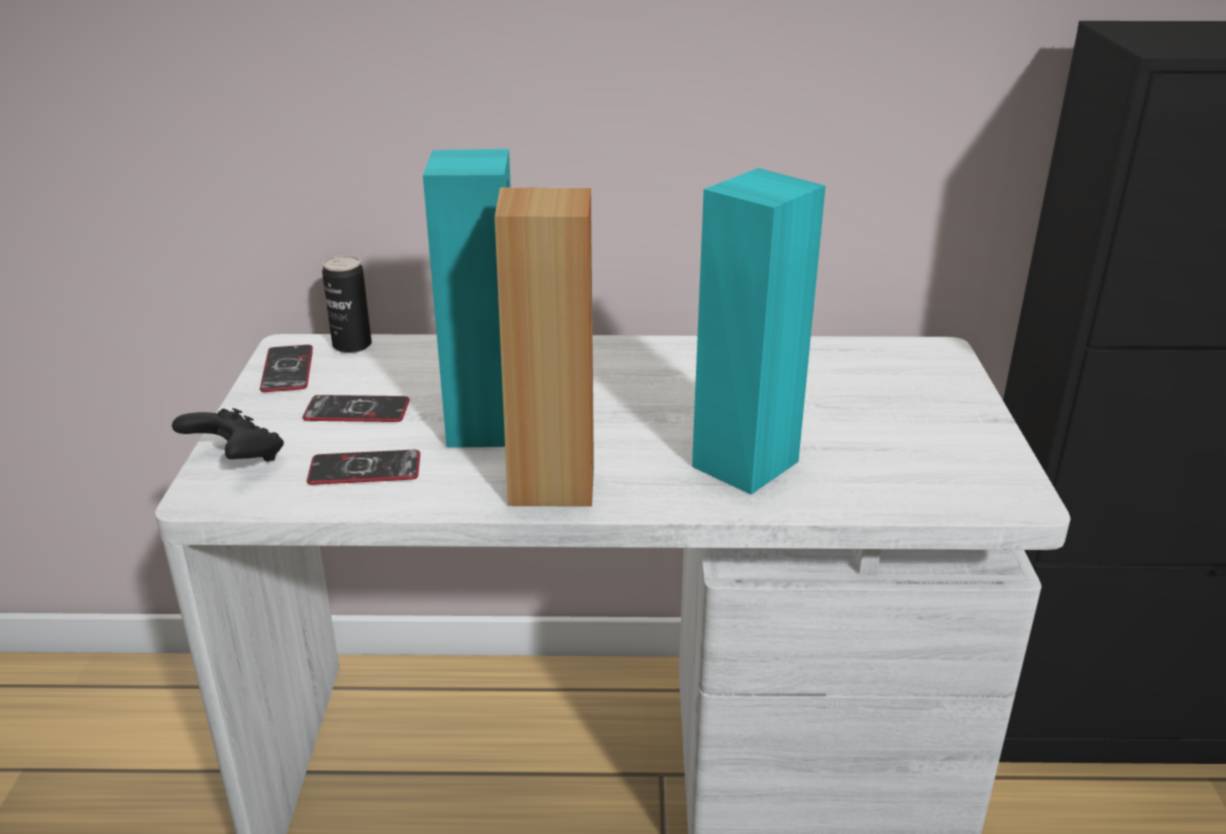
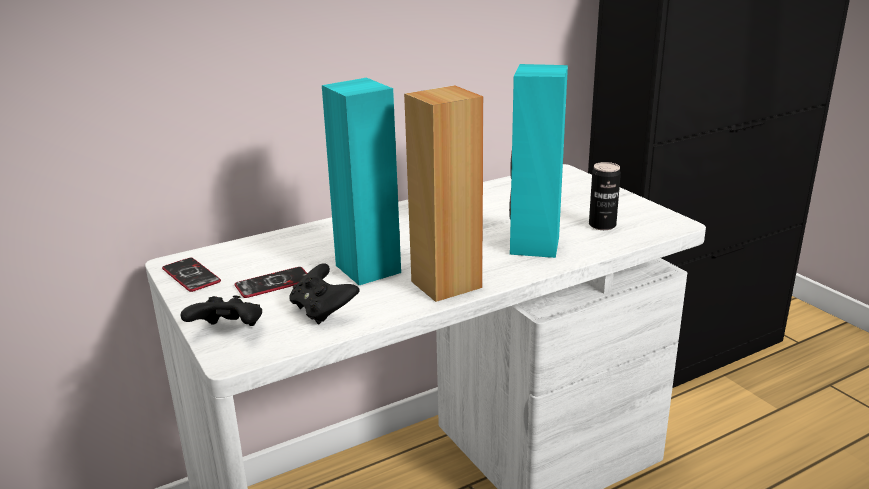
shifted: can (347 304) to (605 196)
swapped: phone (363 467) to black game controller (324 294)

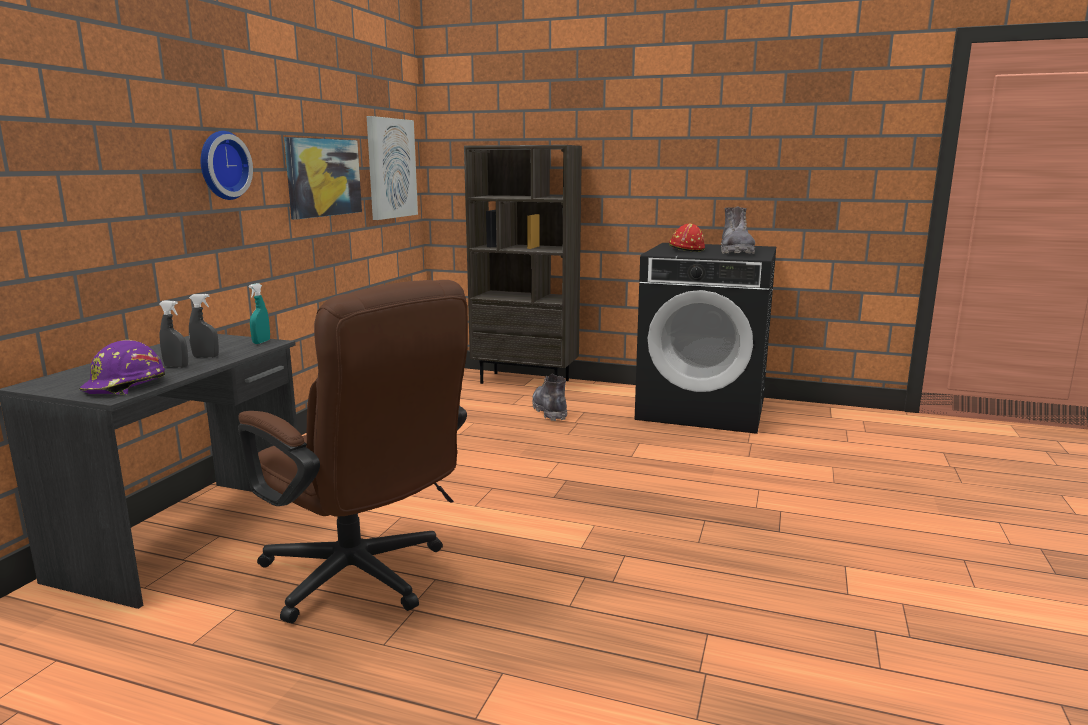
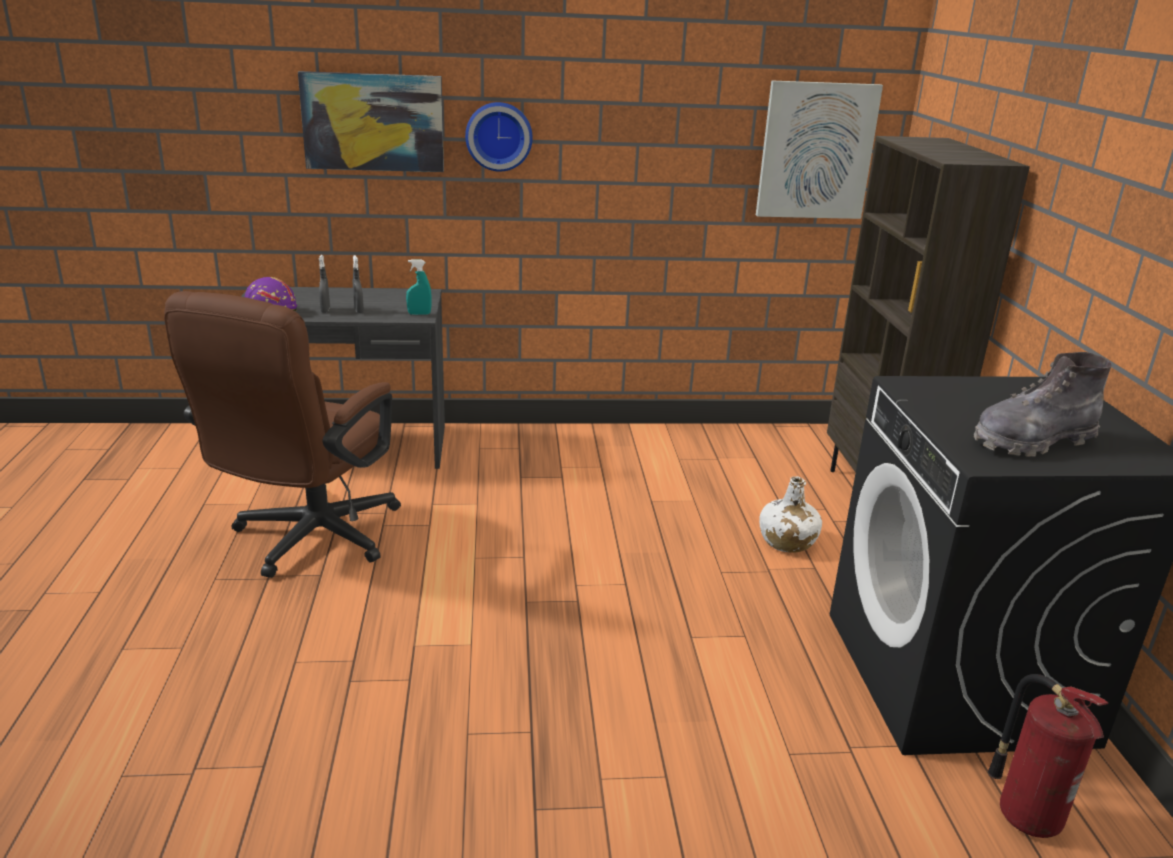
gone: red hard hat (687 238)
new: fire extinguisher (1048 756)
shifted: picture (323 178) to (371 121)
swapped: grey boot (549 397) to white bottle (790 514)

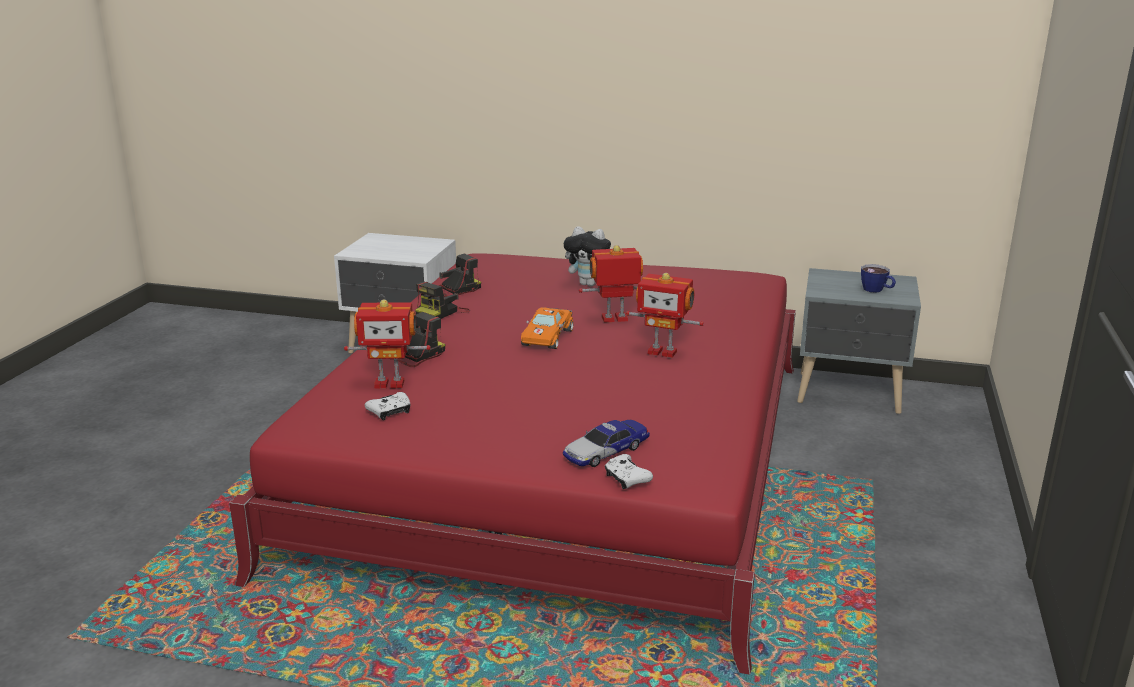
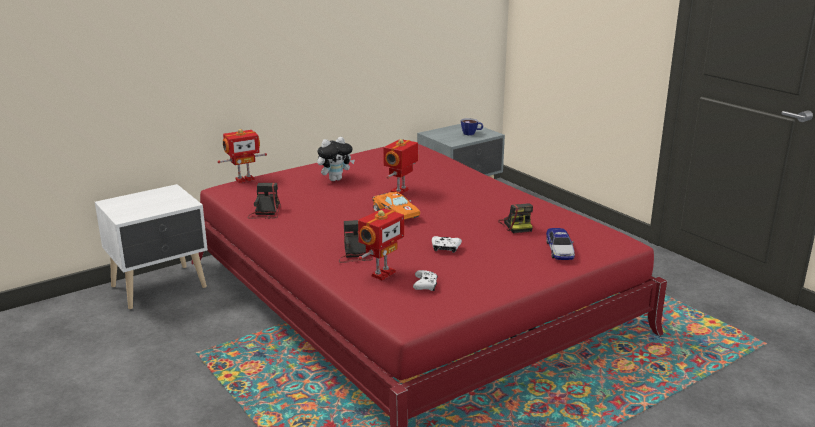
shifted: toy robot (665 315) to (242 156); white game controller (629 471) to (447 244); photo camera (442 300) to (515 218)

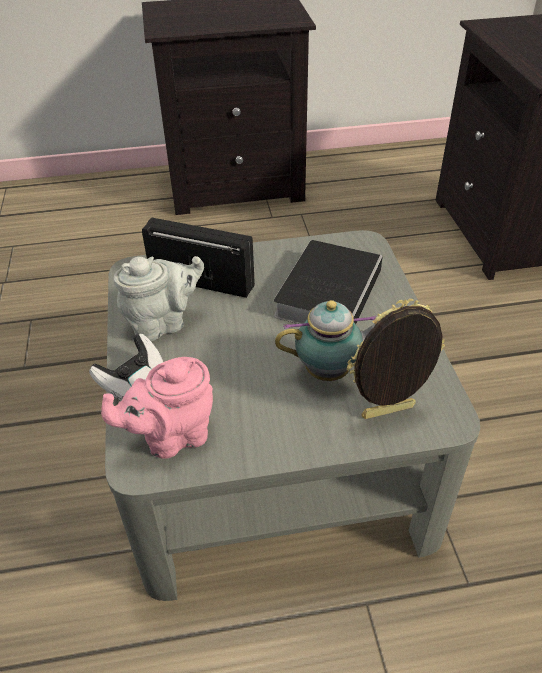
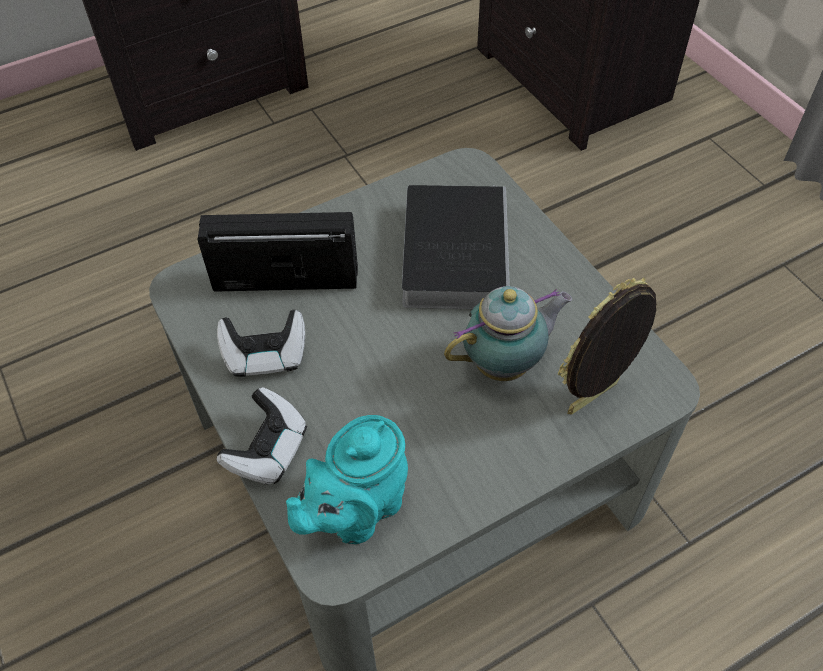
swapped: grey teapot (158 298) to game controller (261 343)
repainted: pink teapot (157 407) to turquoise teapot (347 479)

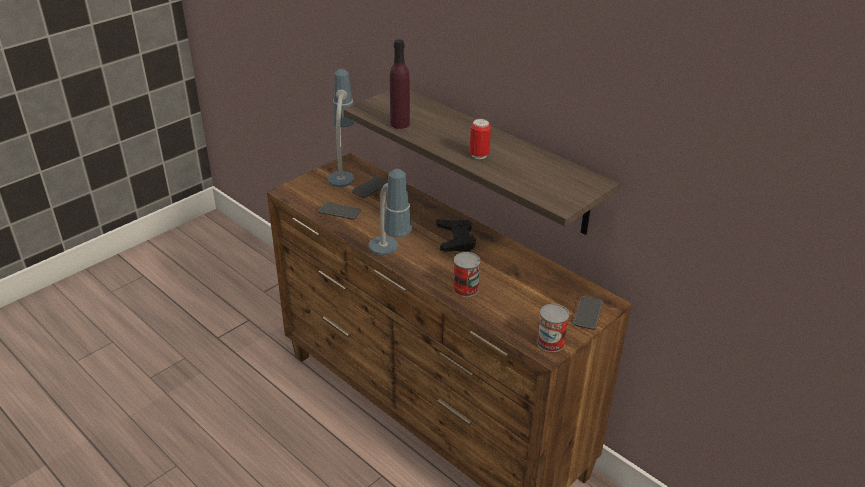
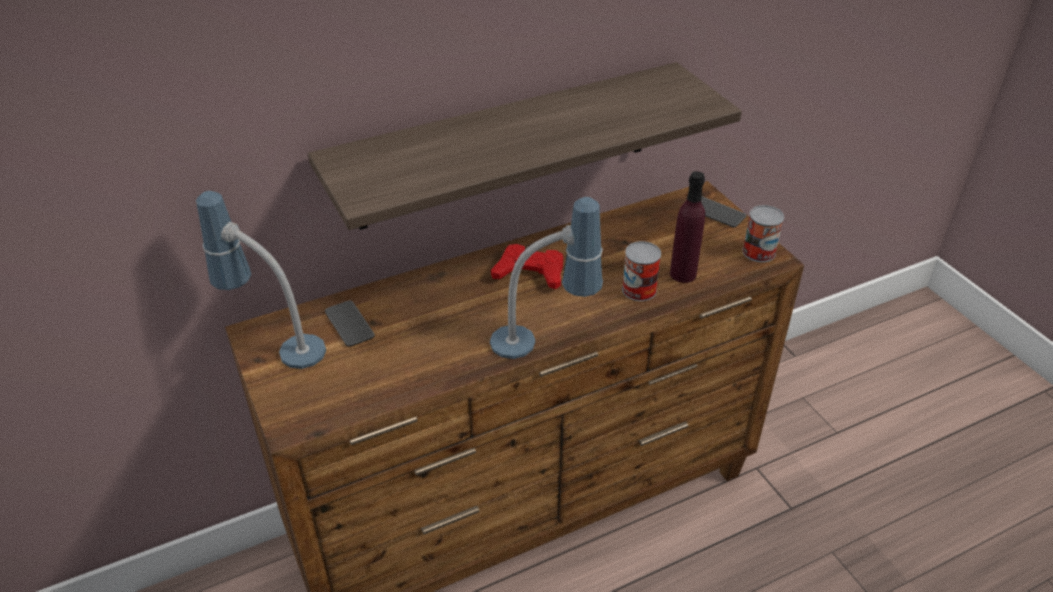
gone: phone (339 211); can (480 139)
shifted: purple bottle (400 84) to (687 227)
repainted: black game controller (456 235) to red game controller (527 266)

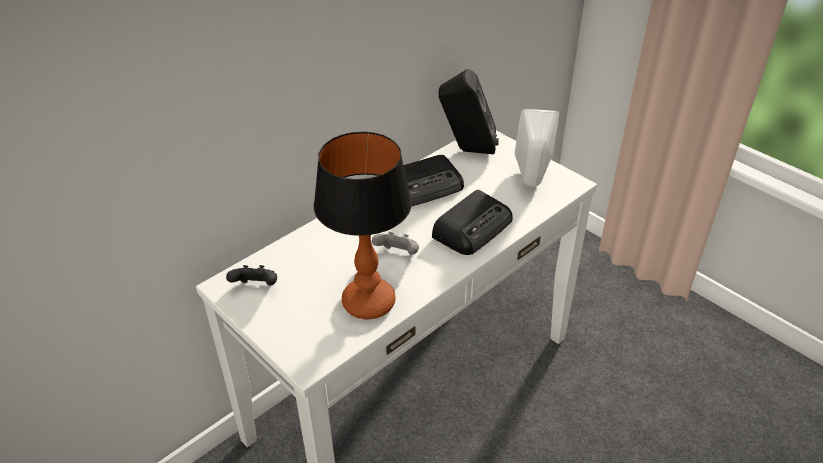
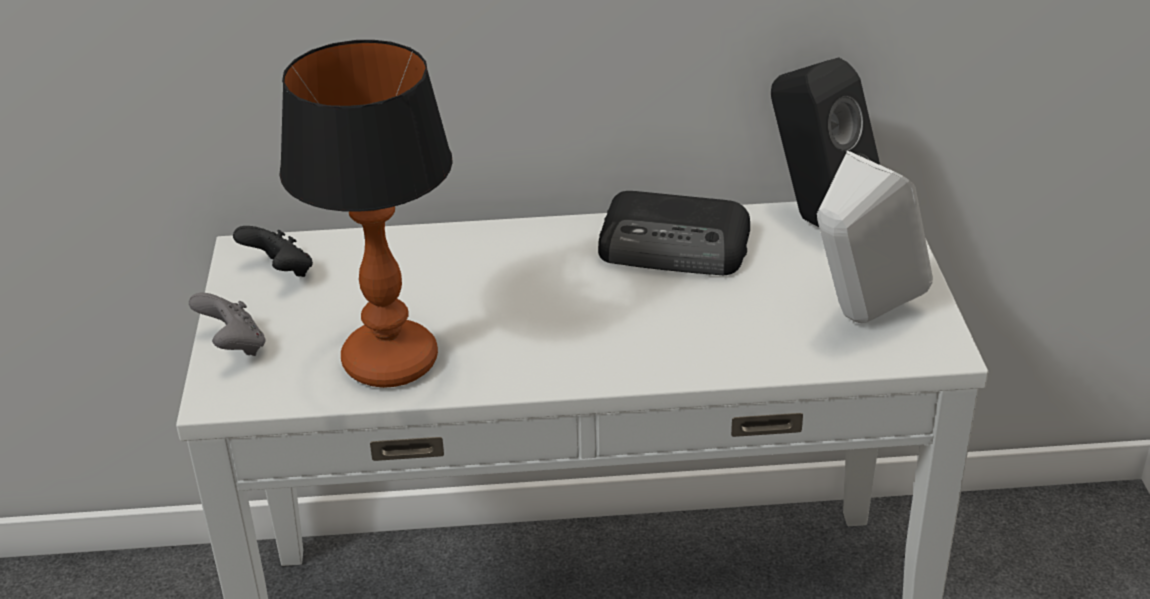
gone: radio (472 222)
shifted: grey game controller (395 243) to (227 324)

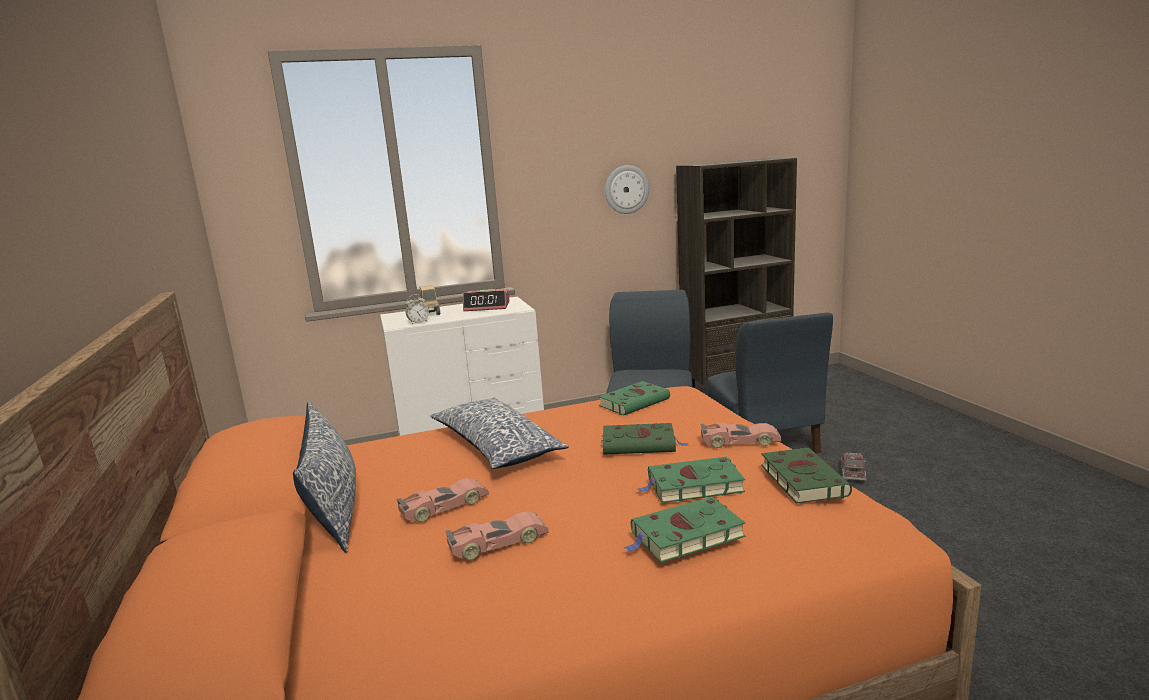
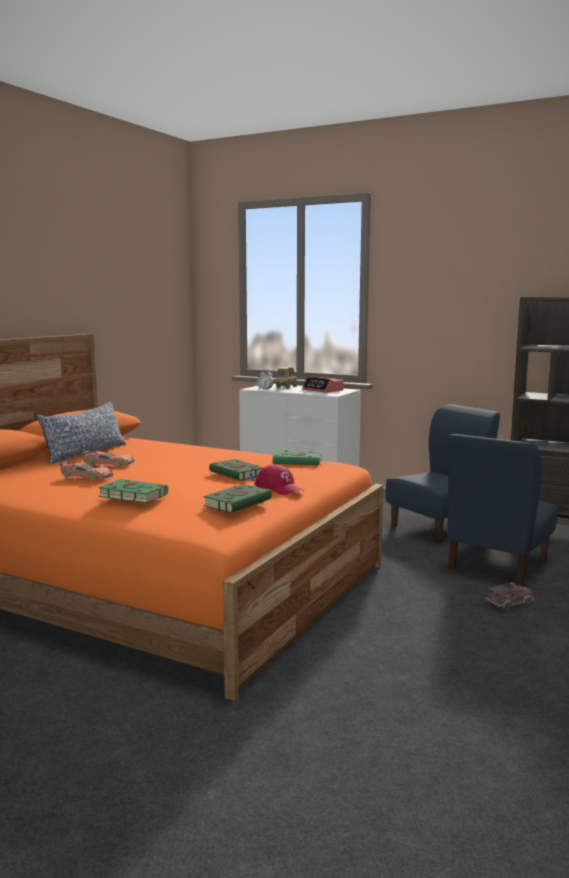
gone: pillow (499 433); wall clock (627 189); green book (691 480)
swapped: toy car (741 435) to red cap (279 480)

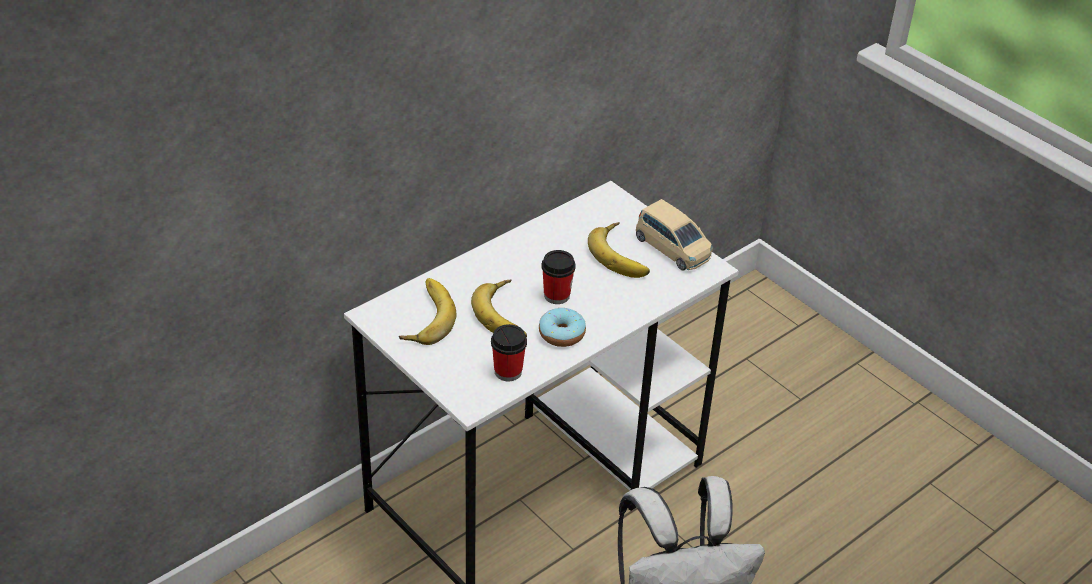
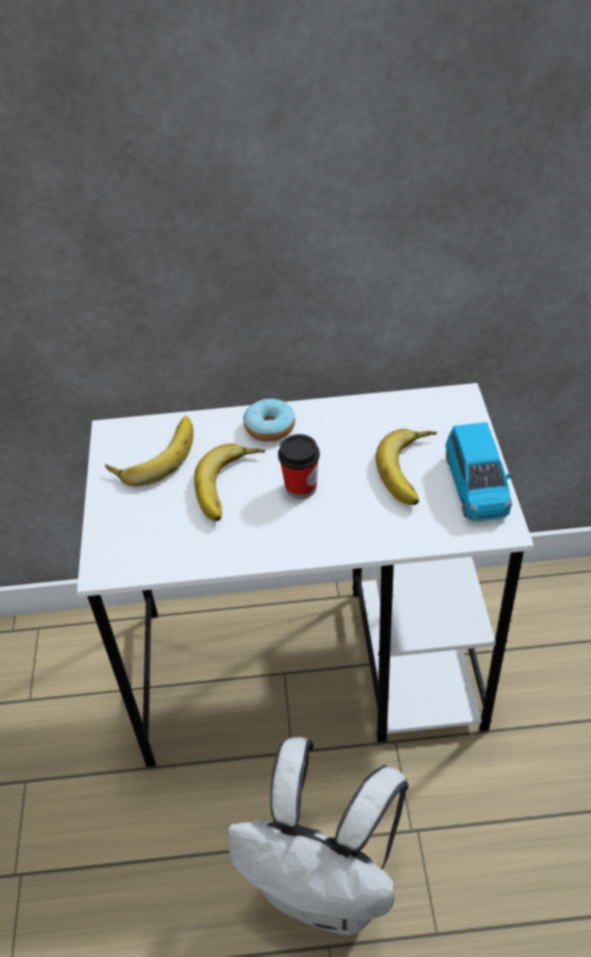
gone: cup (509 352)
shifted: donut (562 327) to (269 420)
repainted: beige toy car (674 235) to blue toy car (479 471)

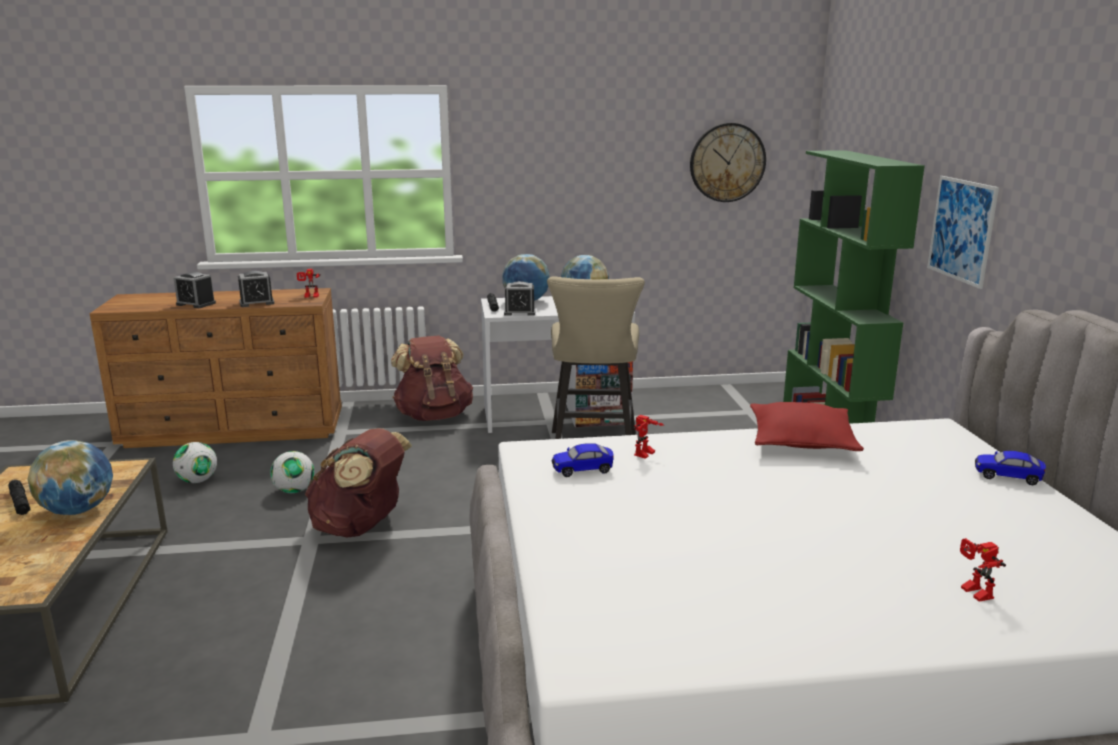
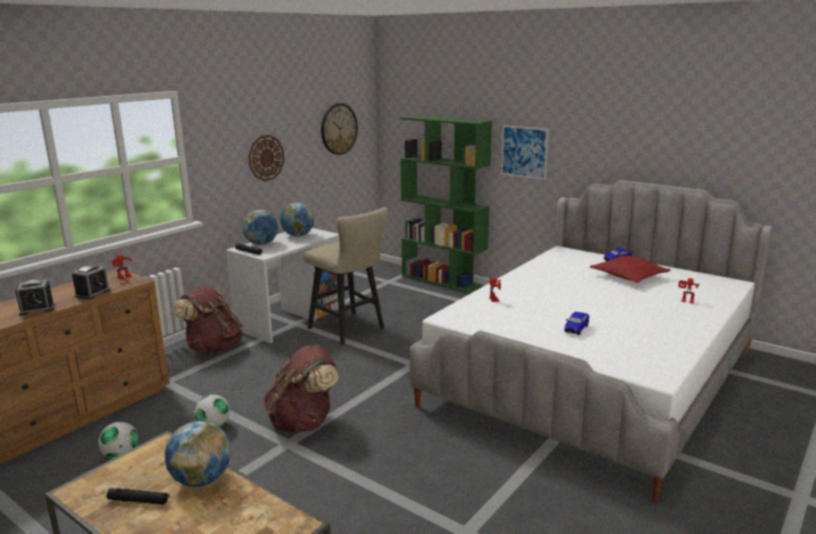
gone: alarm clock (520 298)
new: wall clock (266 158)
shifted: toy car (583 460) to (576 323); red pillow (807 426) to (630 269)

